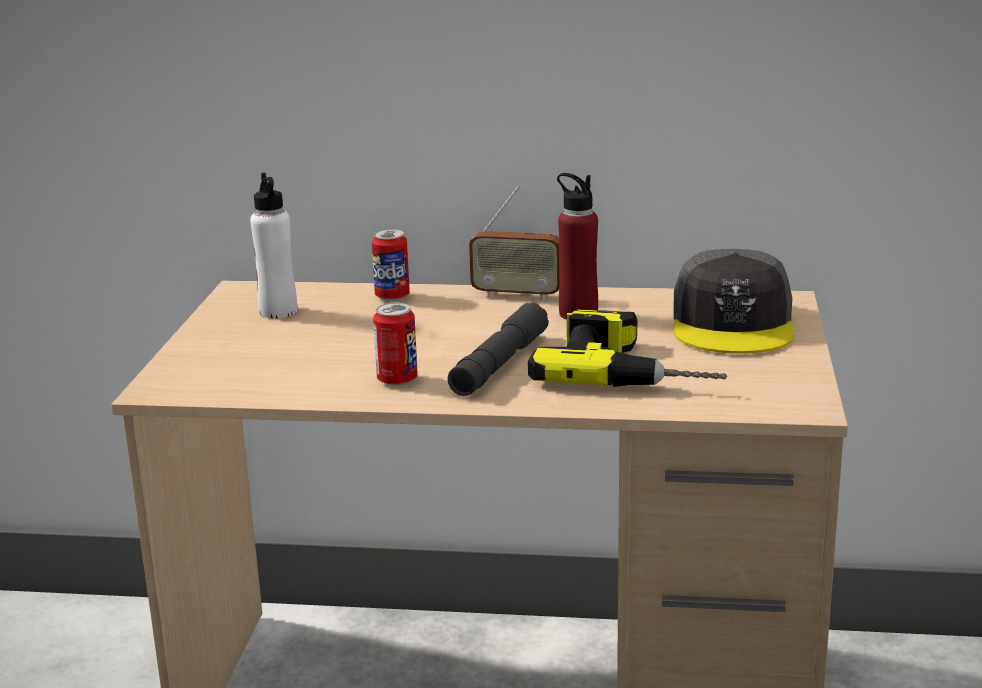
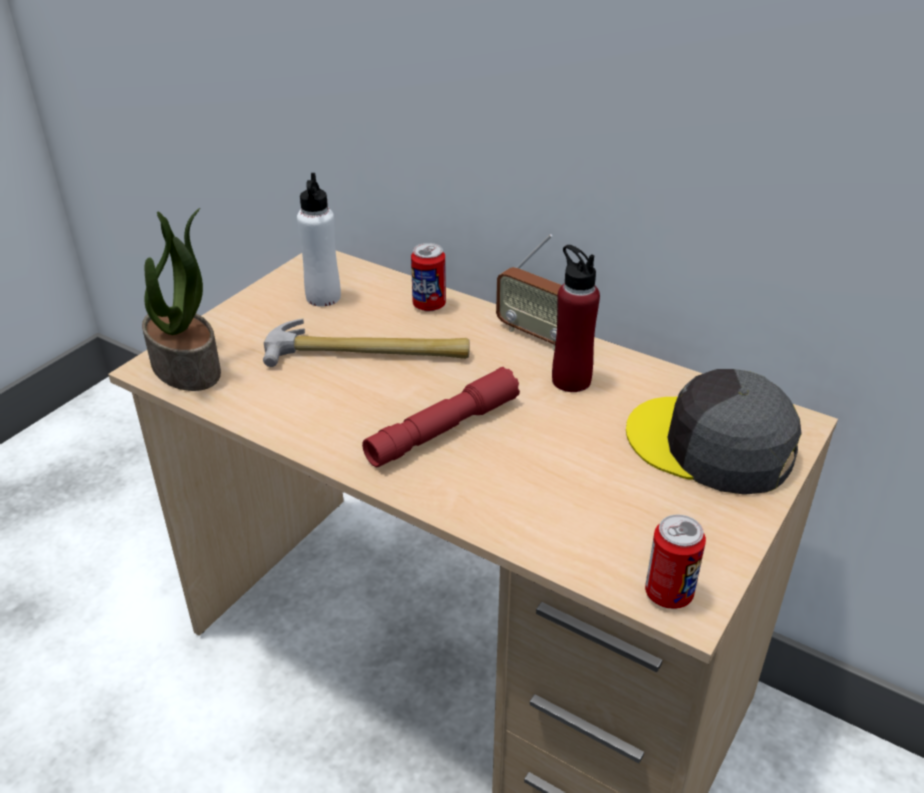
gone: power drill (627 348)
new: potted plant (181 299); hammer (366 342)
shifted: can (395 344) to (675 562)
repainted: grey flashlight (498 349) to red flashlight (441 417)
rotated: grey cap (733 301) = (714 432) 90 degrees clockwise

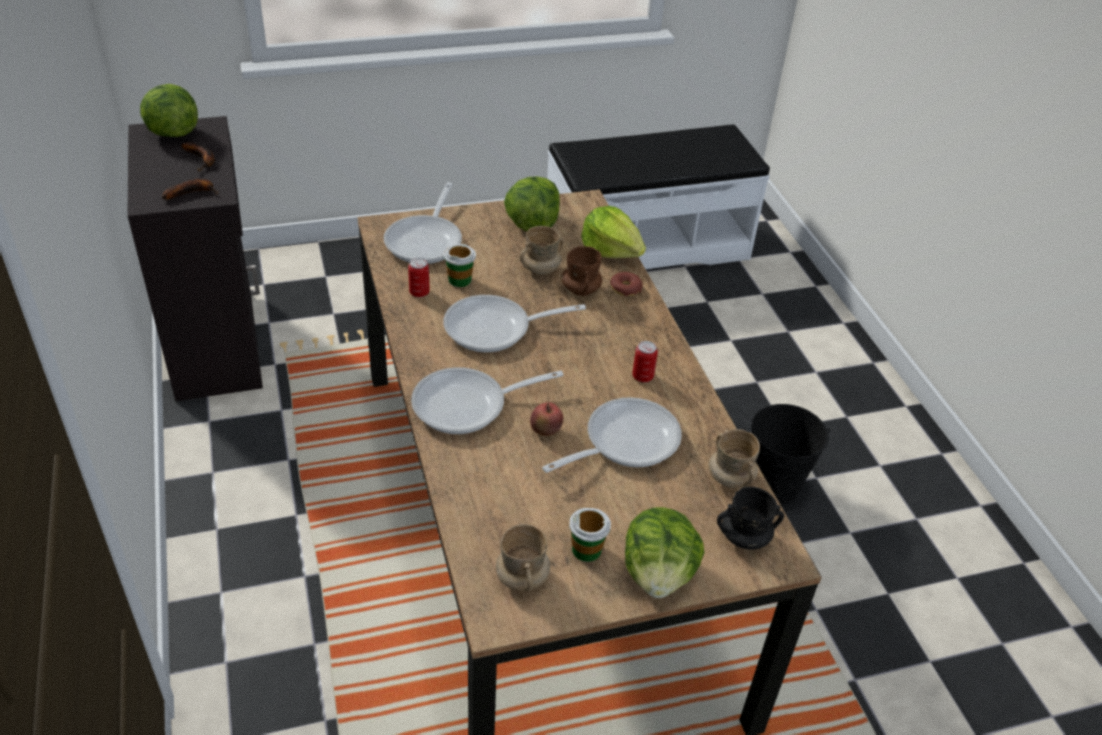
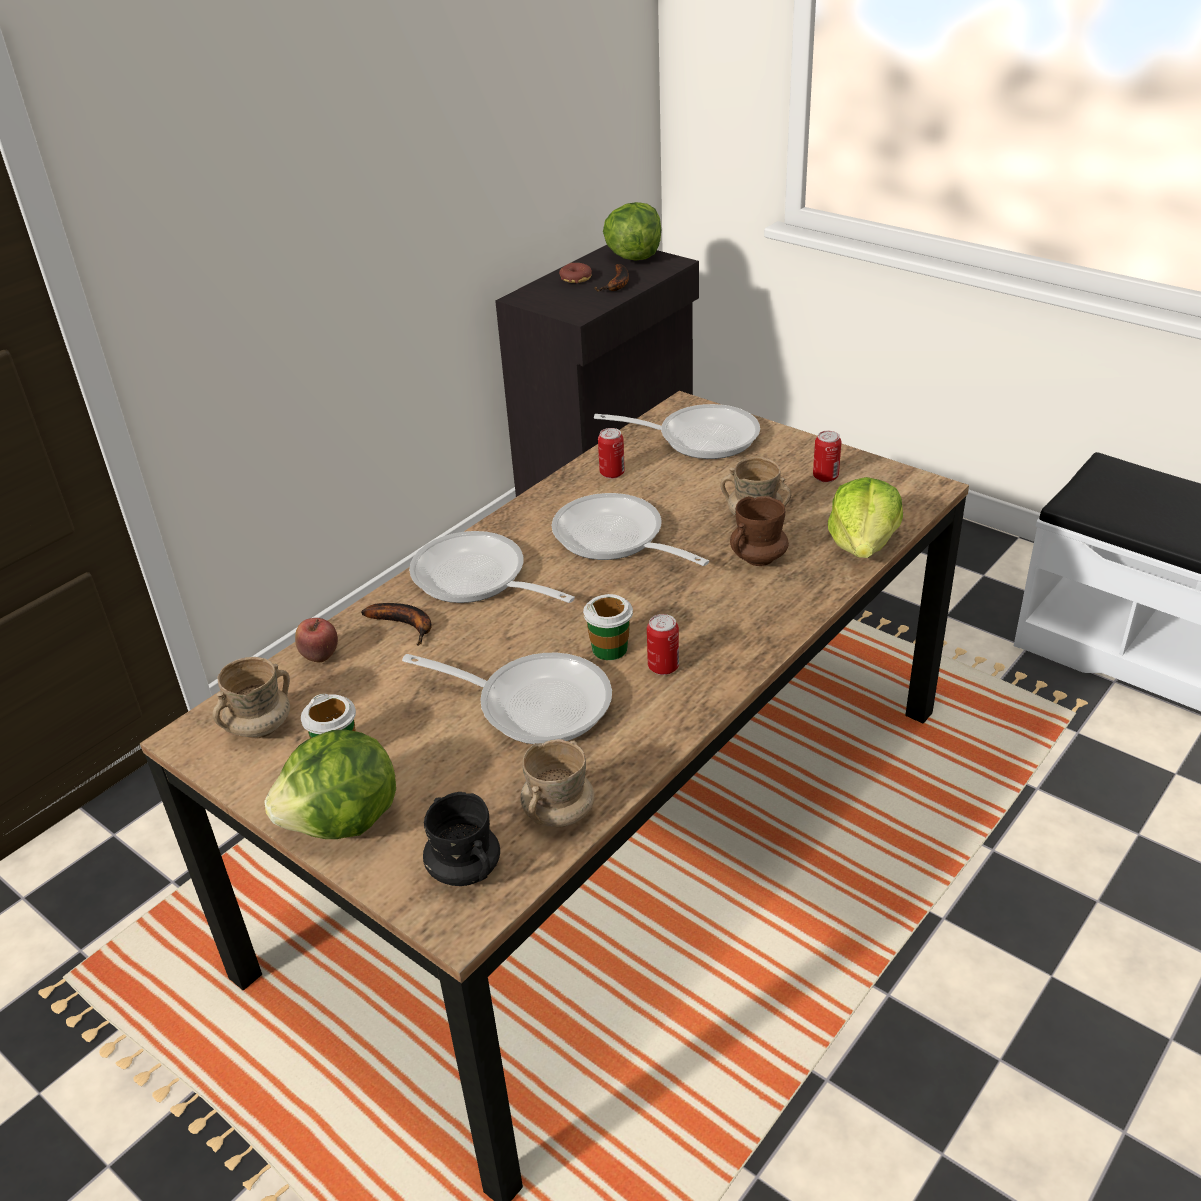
gone: black bucket (790 454)
shifted: apple (546 419) to (316 640); banana (190 189) to (396 624); donut (626 284) to (575 273); cup (460 265) to (608 627)
swapped: lettuce (532 204) to can (827 456)
rotated: frying pan (423 223) = (677 431) 150 degrees counterclockwise

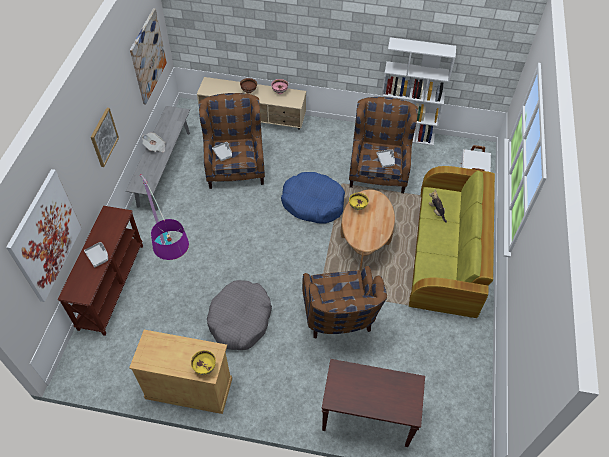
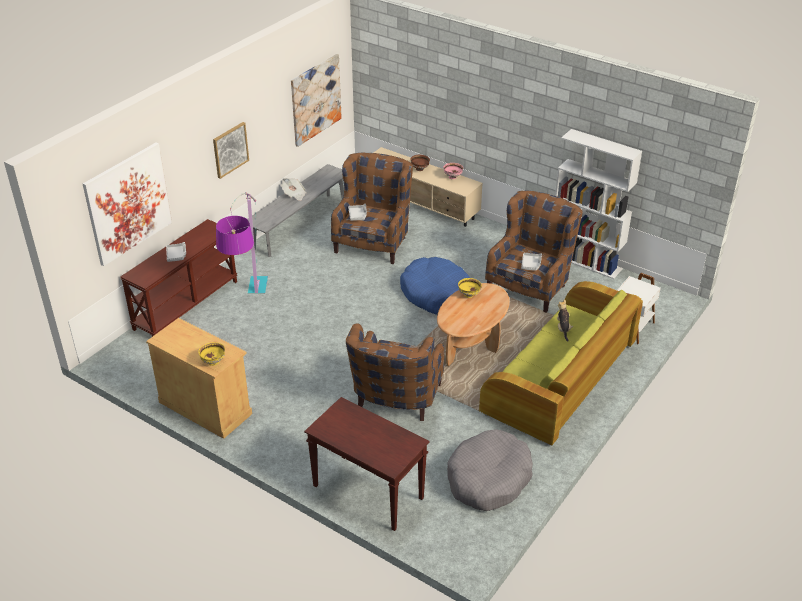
shifted: grey dog bed (239 315) to (490 470)

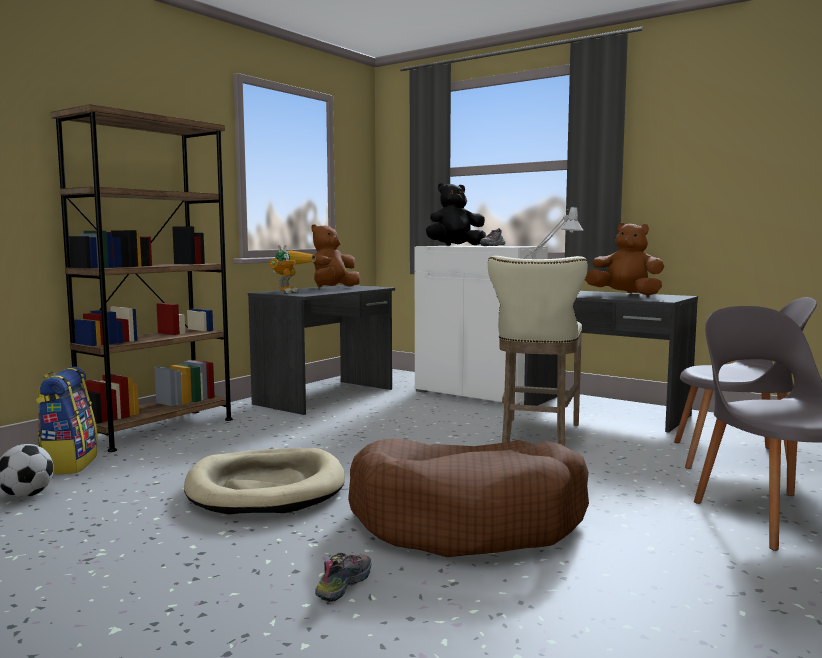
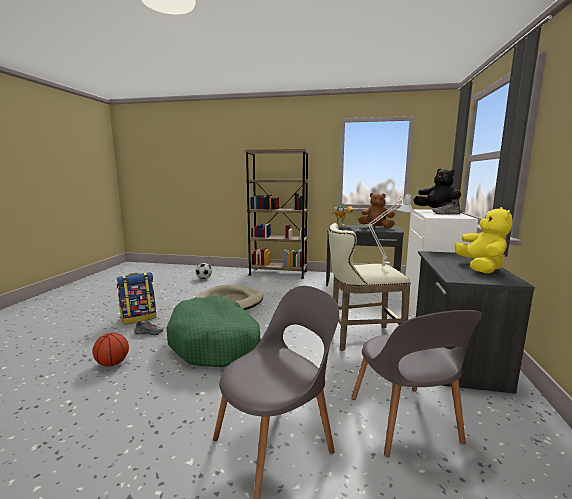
new: basketball (110 349)
shifted: backpack (67 421) to (136 298)
repainted: brown dog bed (468 497) to green dog bed (214 331); brown plush toy (624 259) to yellow plush toy (483 240)

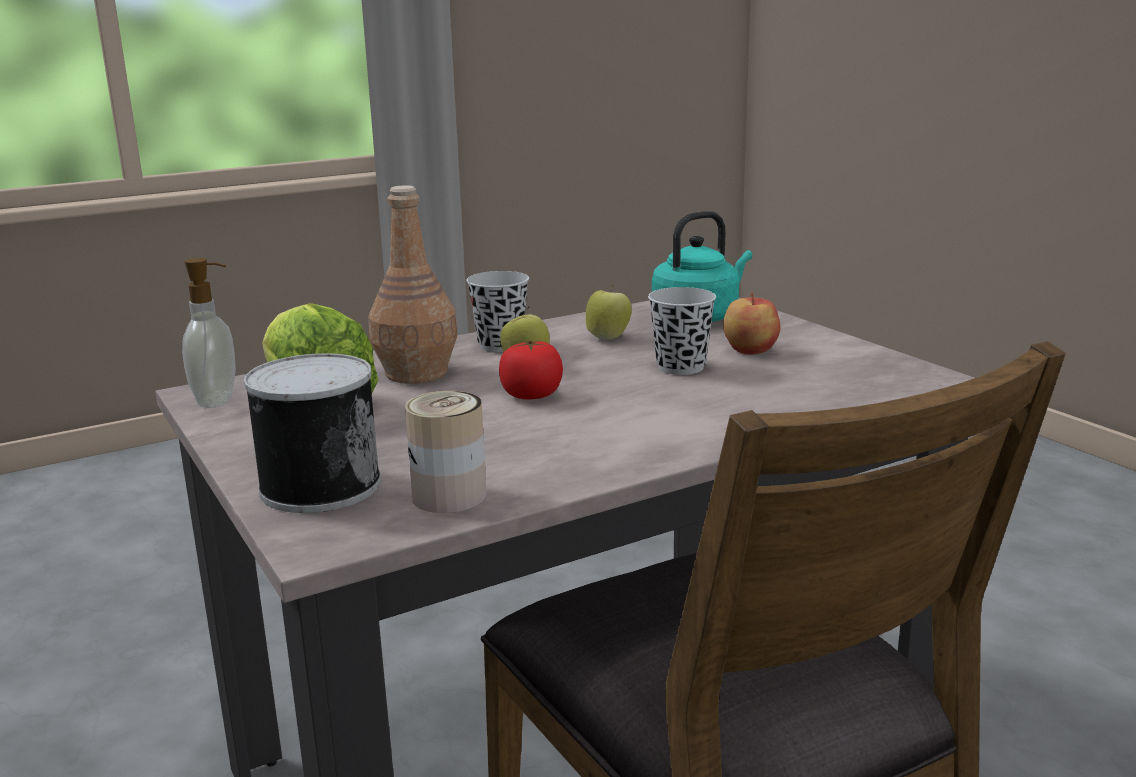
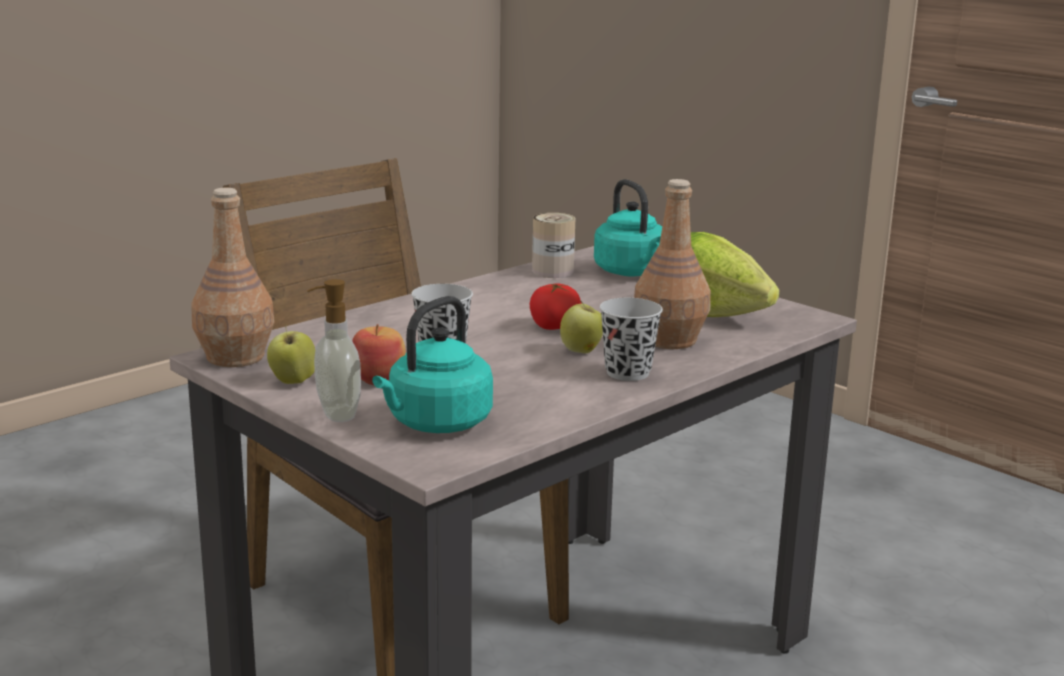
new: brown bottle (233 277)
shifted: apple (609 312) to (291 354); soap dispenser (209 333) to (334 350)
swapped: can (312 433) to turquoise kettle (628 227)

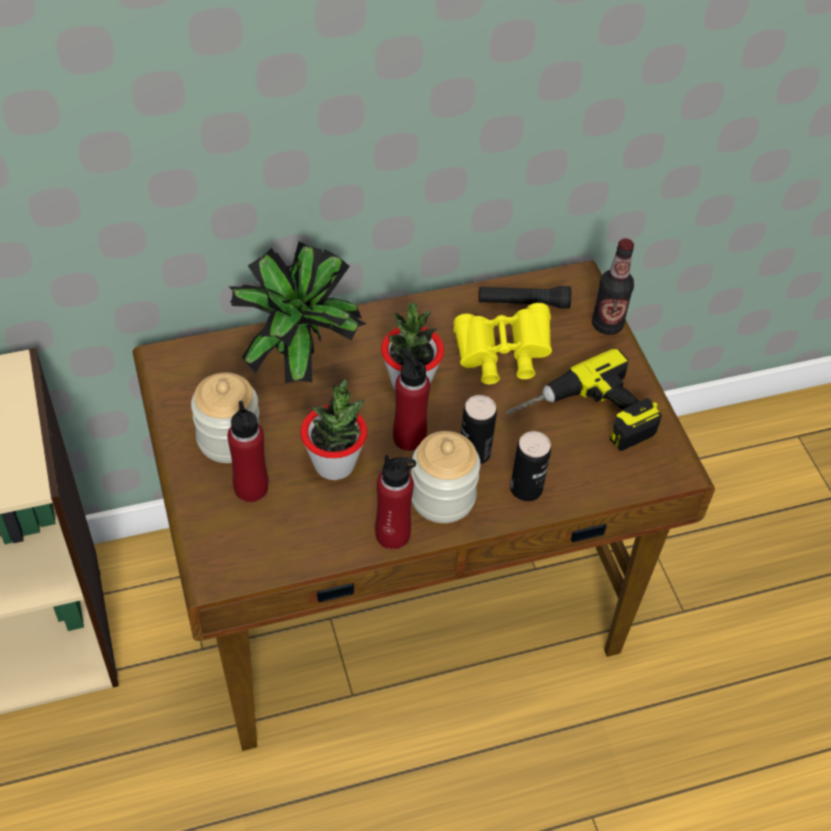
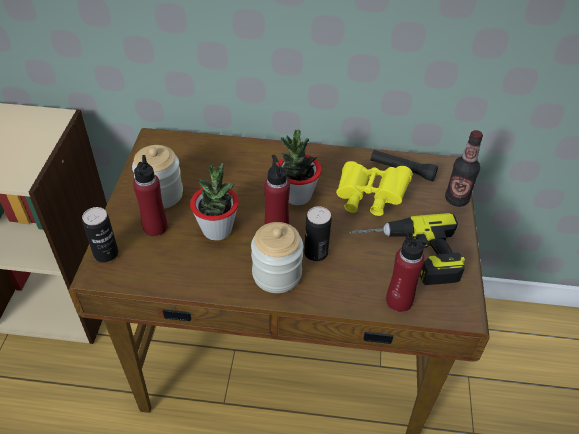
gone: potted plant (297 312)
shifted: can (530 466) to (100 235); red bottle (395 502) to (408 272)

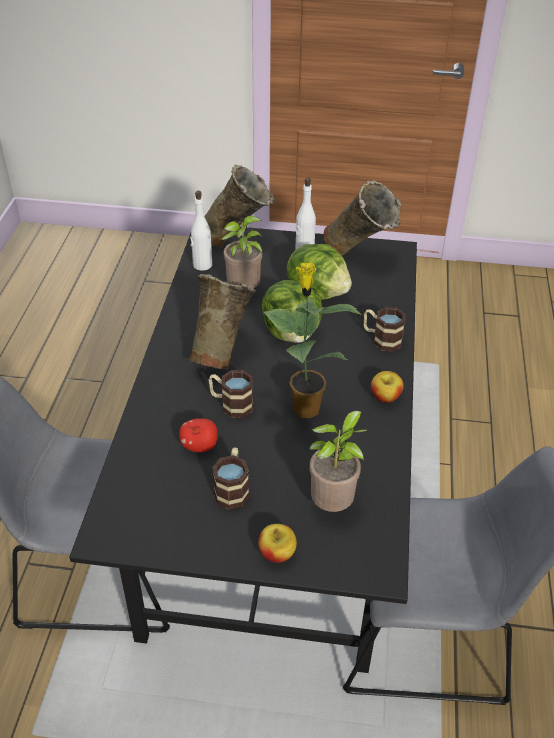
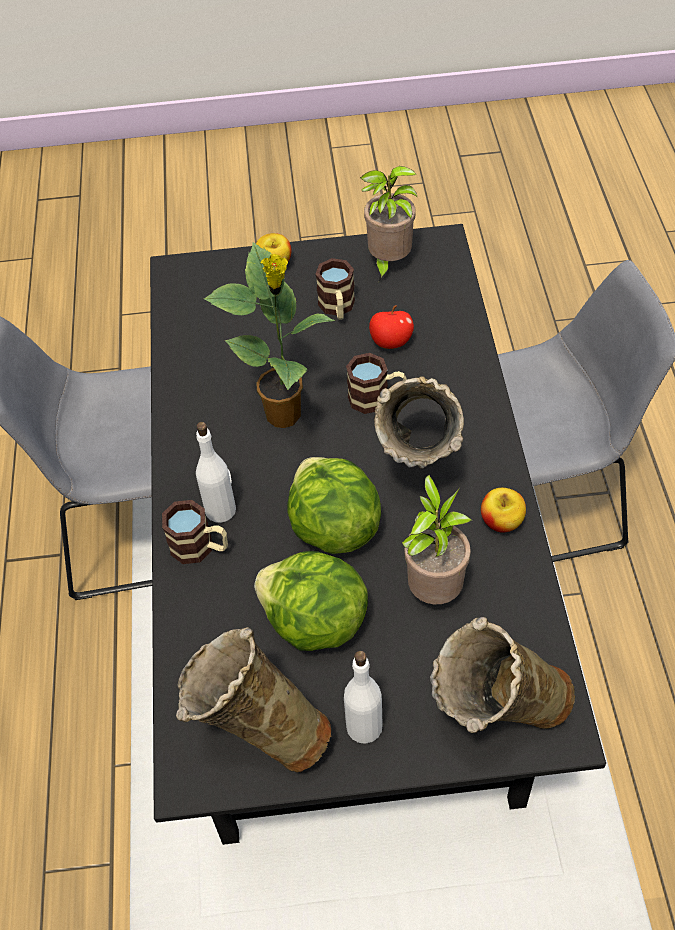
shifted: white bottle (201 231) to (216 472); potted plant (339 461) to (389 224); apple (387 387) to (503 510)

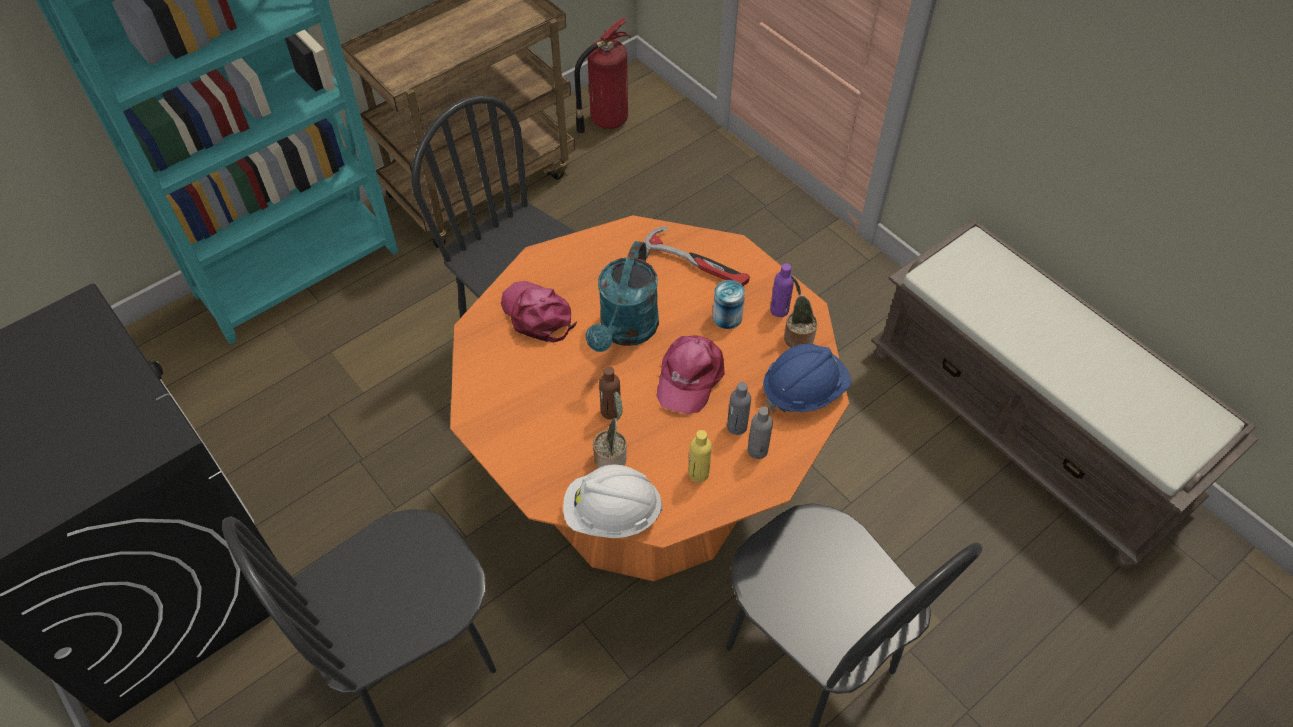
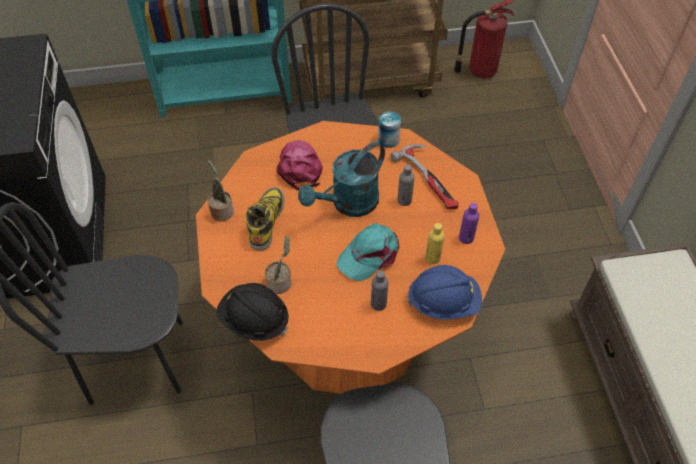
gone: brown bottle (610 393)
new: boot (265 219)
shifted: potted plant (800 311) to (220 190); can (728 304) to (389 129); grey bottle (760 432) to (406 185); yellow bottle (700 456) to (435 243)
repainted: white hard hat (613 501) to black hard hat (252 312); pink cap (691 375) to turquoise cap (368 252)

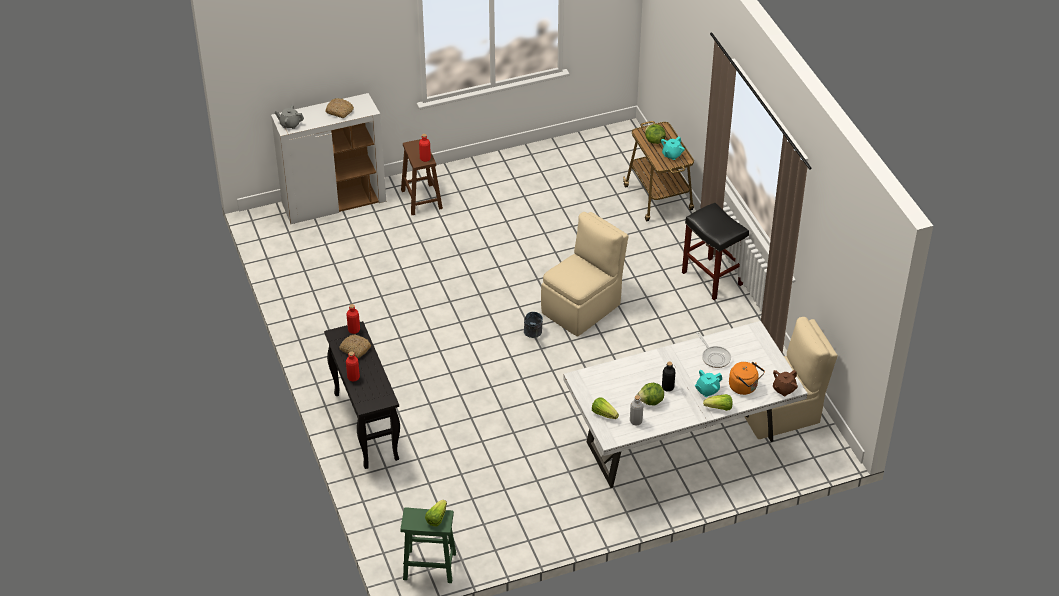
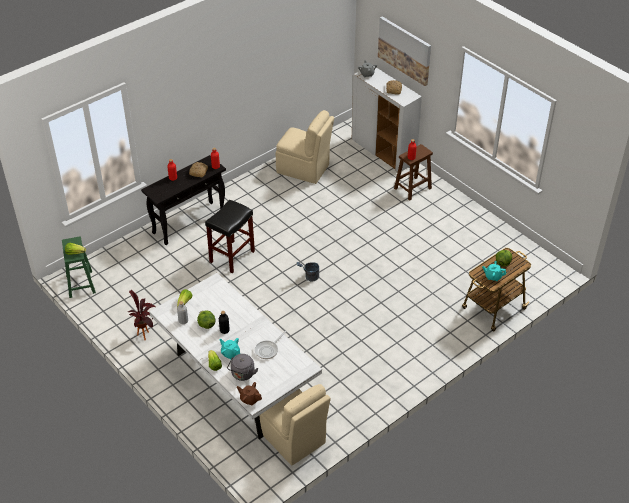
new: potted plant (141 315); picture (404 51)
shifted: black stool (715 251) to (230 236); beige chair (584 274) to (305 147)
repainted: orange kettle (747 378) to grey kettle (242 367)

